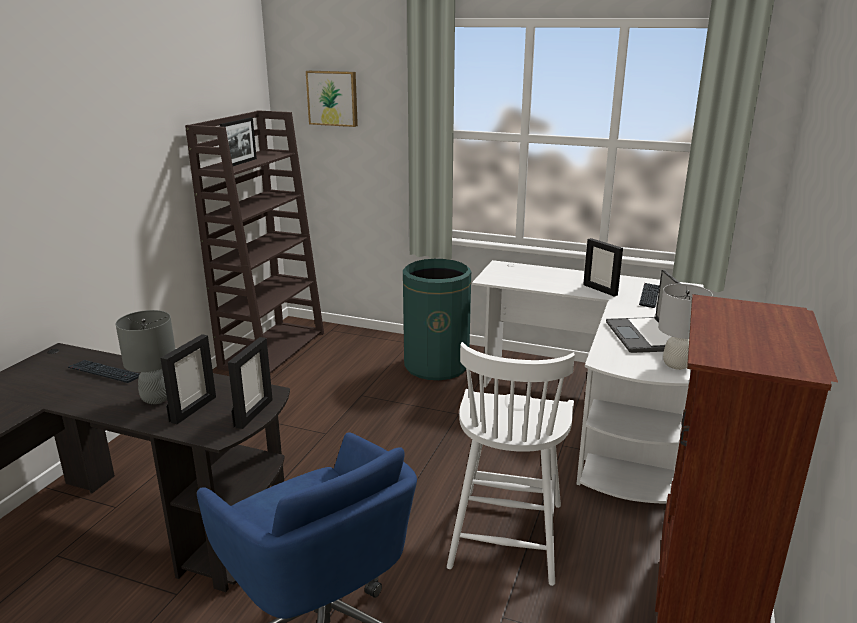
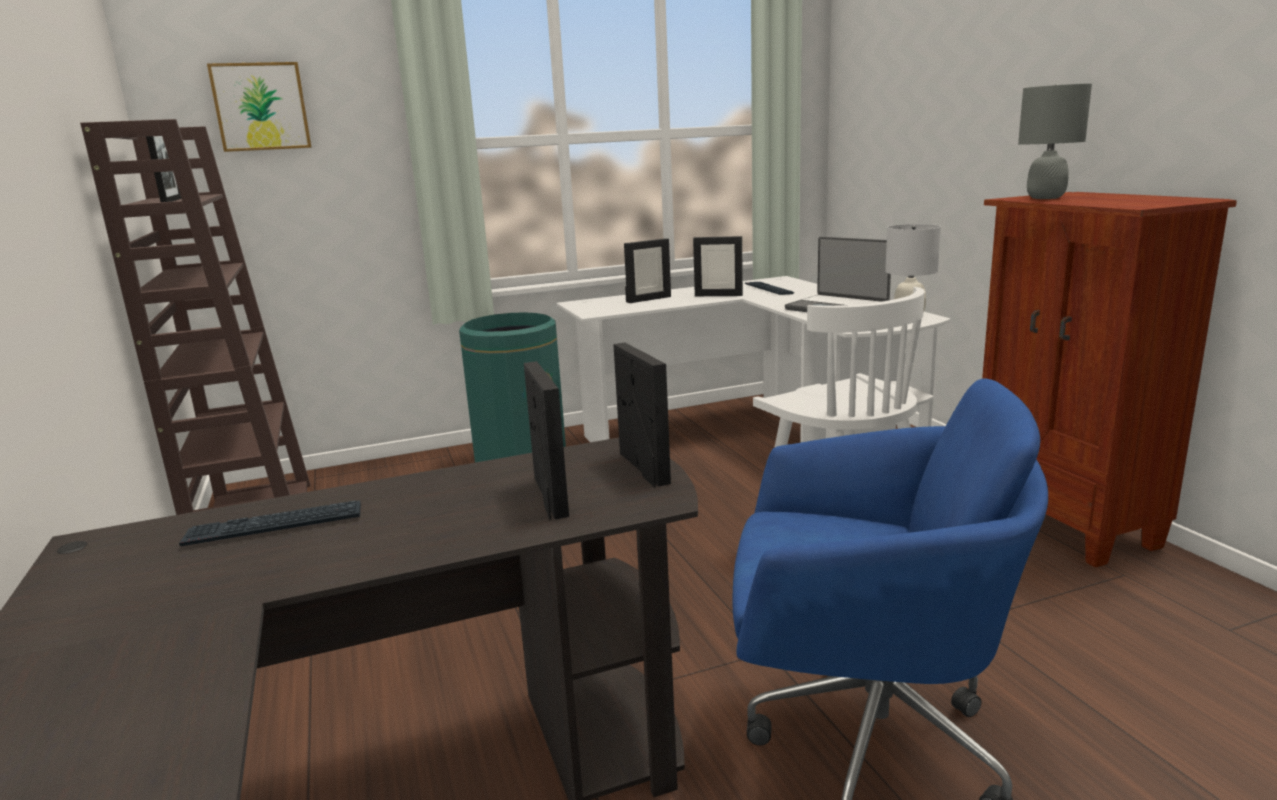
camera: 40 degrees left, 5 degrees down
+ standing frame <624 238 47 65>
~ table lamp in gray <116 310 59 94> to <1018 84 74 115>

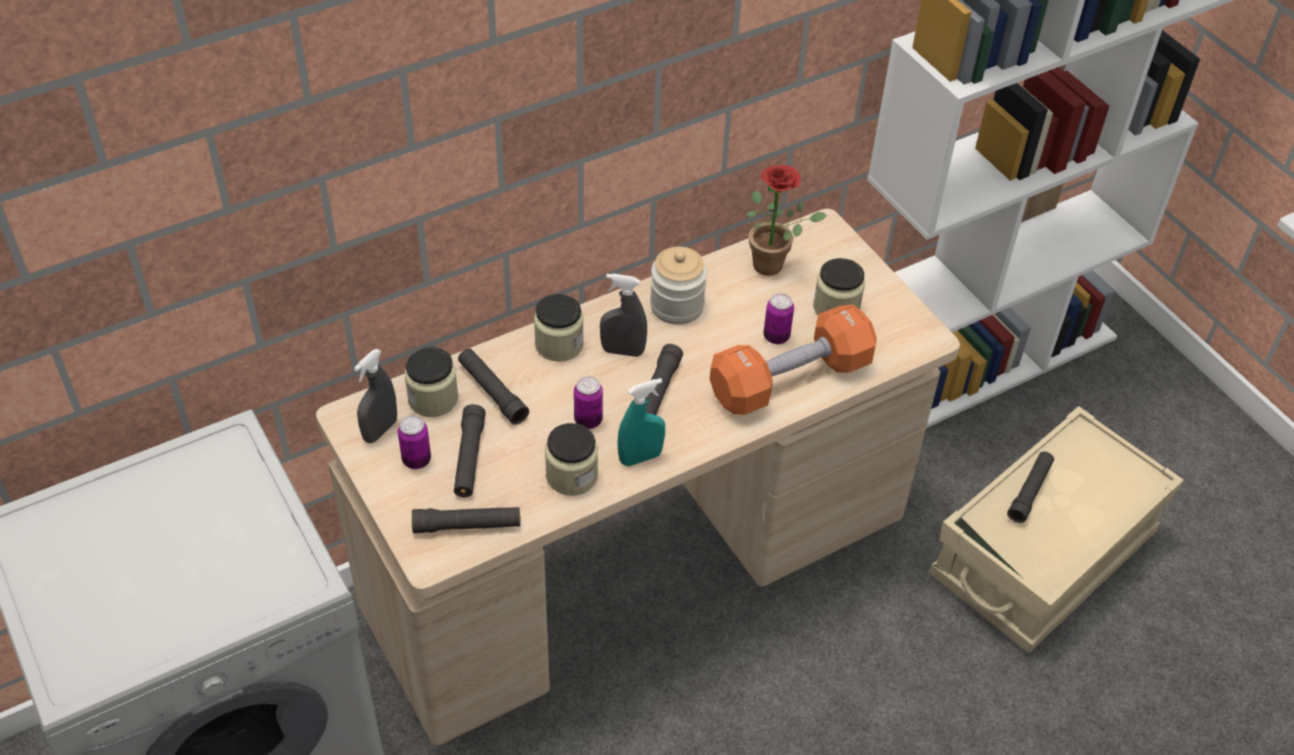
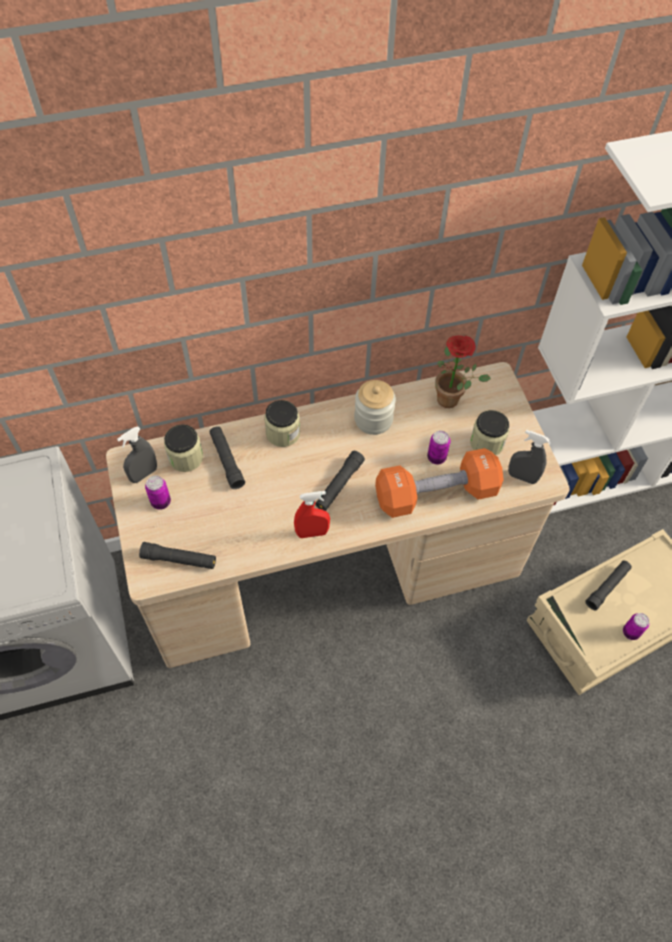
camera: 15 degrees right, 10 degrees up
- flashlight in black <454 404 32 93>
- storage jar <545 423 53 73>
~ metal can <574 376 29 53> to <623 613 26 27>
~ hand sprayer in gray <600 274 47 83> to <508 430 42 54>
~ hand sprayer in blue-green <617 378 48 88> to hand sprayer in reddish <294 491 36 47>

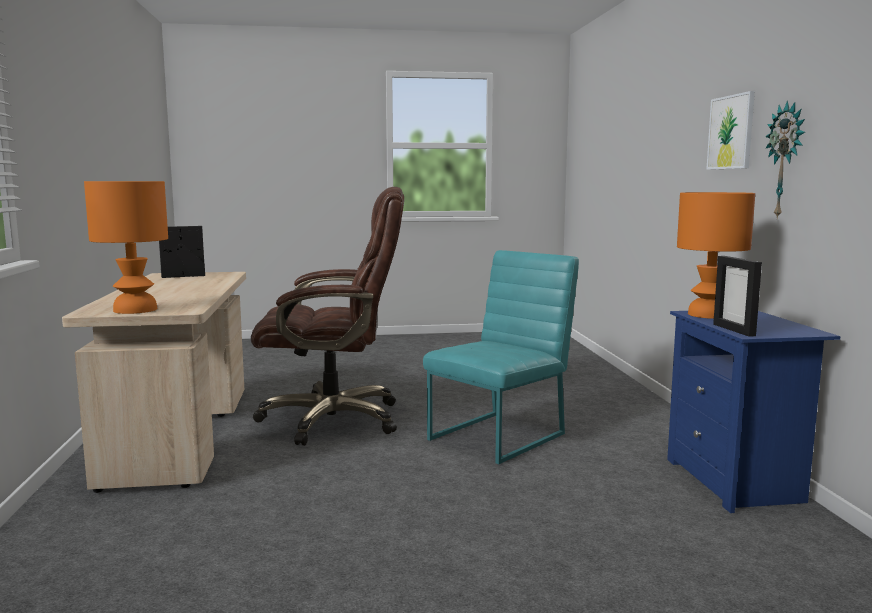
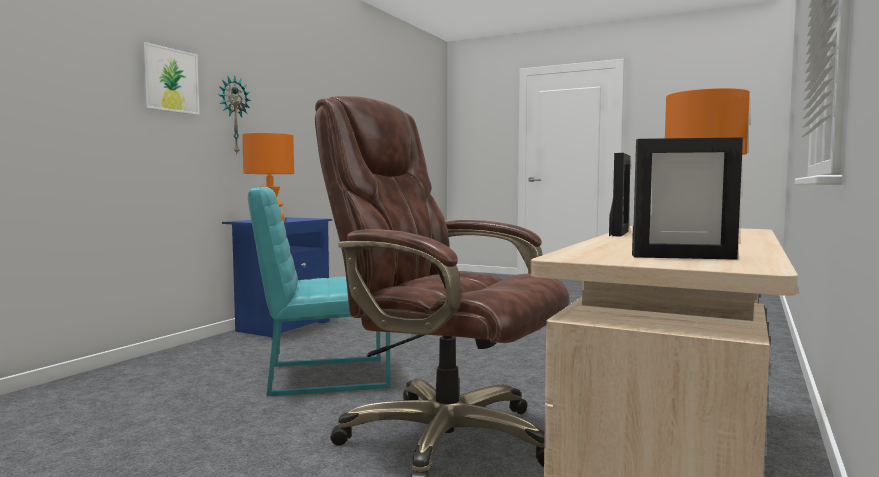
camera: 145 degrees left, 5 degrees down
~ standing frame <713 256 49 81> to <609 153 22 84>

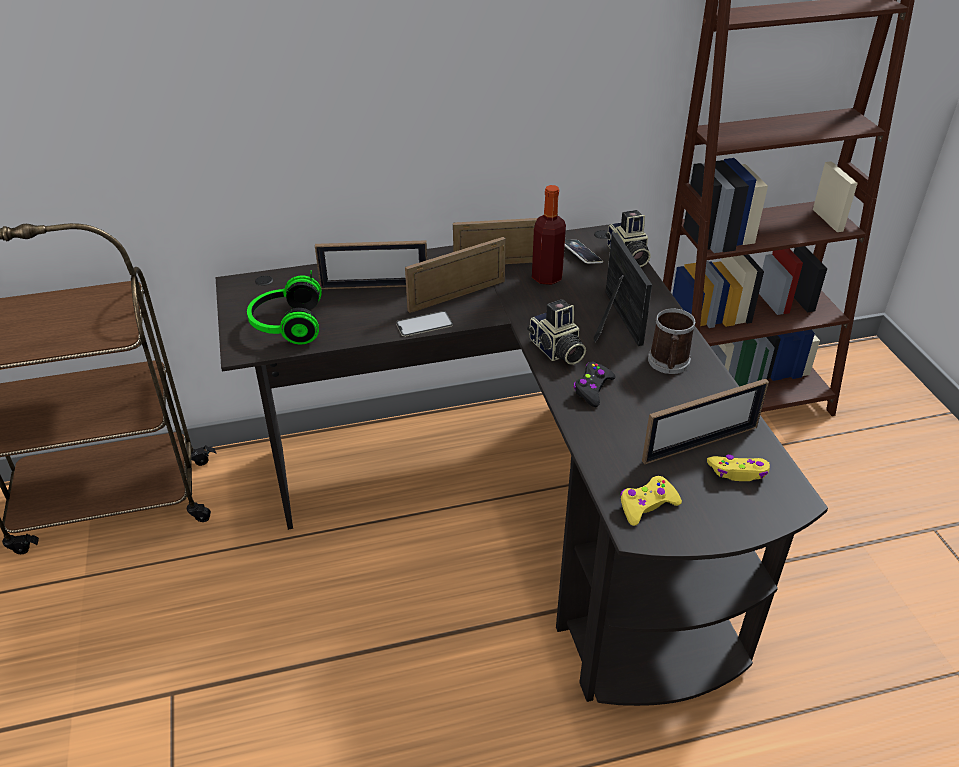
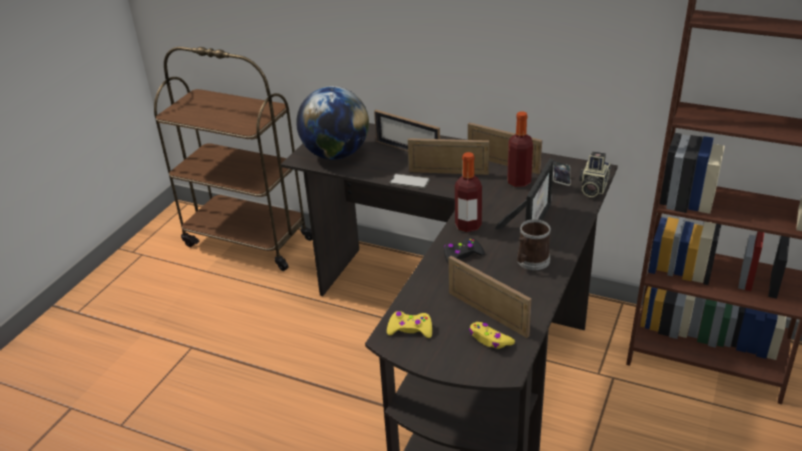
camera: 40 degrees right, 5 degrees down
~ pair of headphones <247 270 75 74> to globe <296 86 73 74>
~ still camera <527 299 59 66> to beverage bottle <455 152 27 80>
~ standing frame <642 379 127 85> = <449 256 83 82> 150 degrees counterclockwise

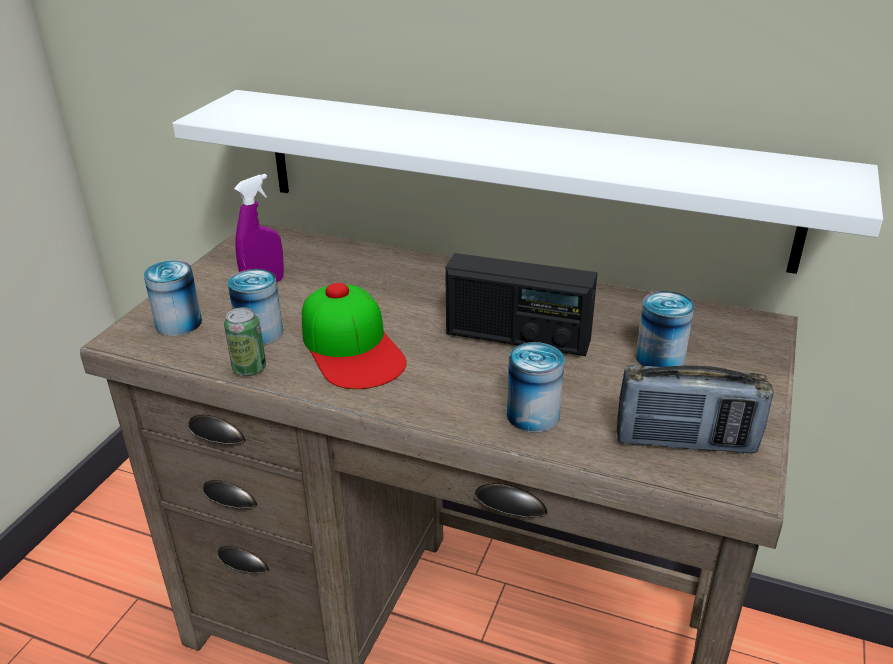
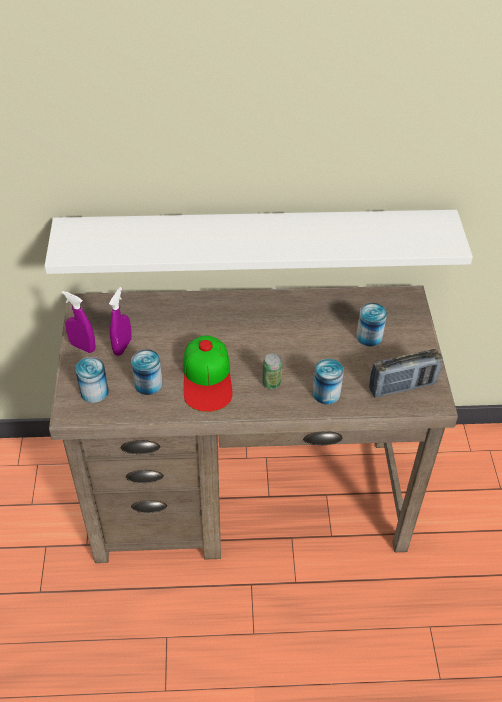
camera: 25 degrees left, 15 degrees up
- radio set <445 253 152 103>
+ hand sprayer in purple <62 291 33 62>
~ metal can <224 307 42 69> to <262 353 20 36>
~ cap <302 283 104 106> = <183 335 50 77> 45 degrees clockwise

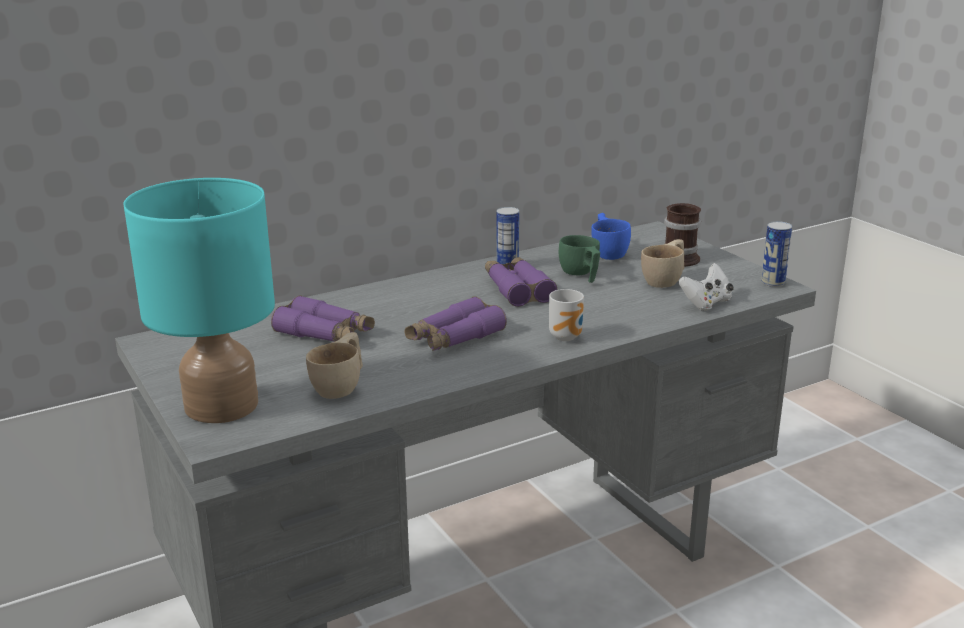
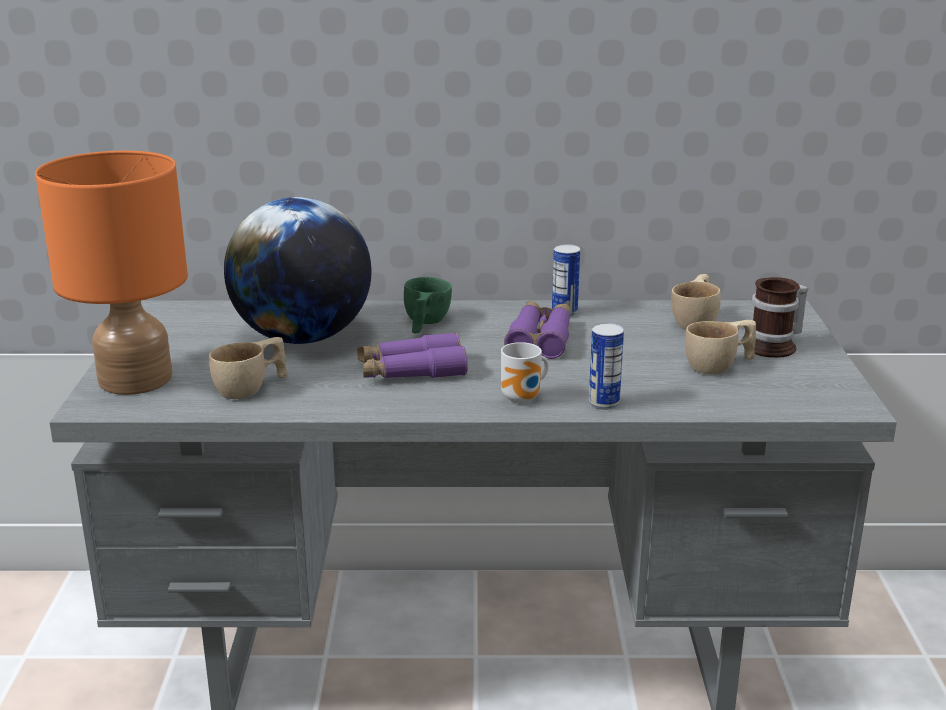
camera: 30 degrees right, 0 degrees up
- game controller in white-coloured <679 263 54 48>
~ cup in greenish <559 235 41 48> to <404 277 48 57>
~ metal can <761 221 31 66> to <589 323 35 87>
~ field glasses in purple <271 295 104 47> to globe <224 197 148 147>
~ table lamp in blue-green <123 178 152 245> to table lamp in orange <35 151 153 244>
~ cup in blue <591 213 40 47> to cup in beige-coloured <671 274 50 56>

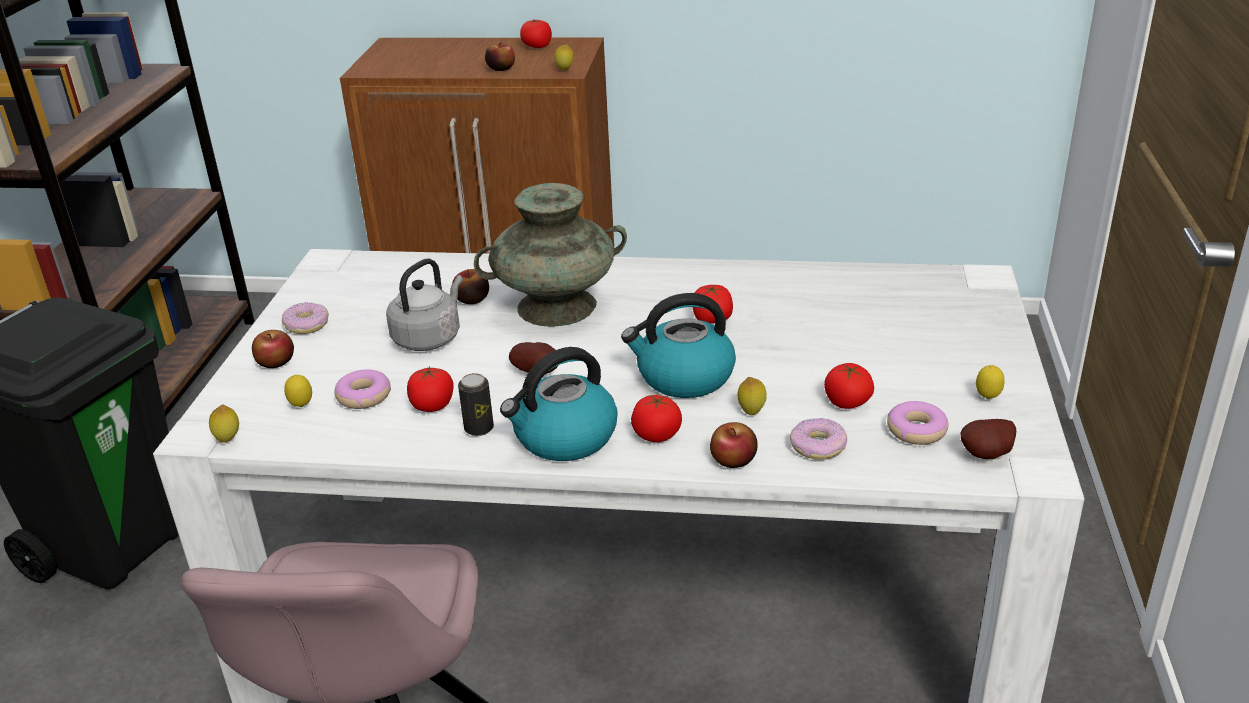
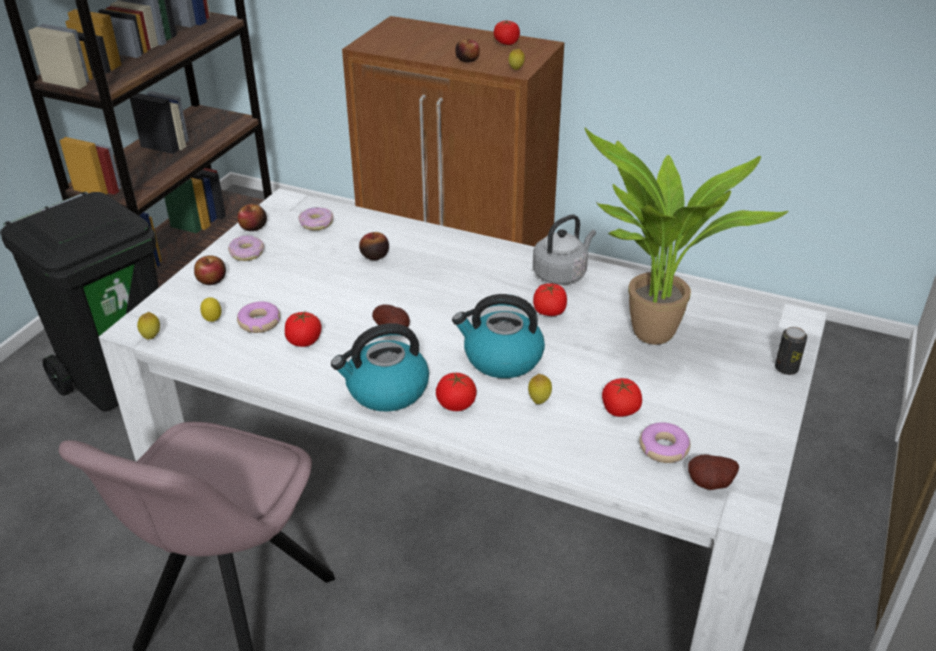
camera: 15 degrees right, 5 degrees up
- flower vase in blue-green <474 183 153 143>
- whole lemon <976 365 29 34>
+ plant in a pot <585 128 203 217>
~ tea kettle in gray <386 258 77 93> to <533 215 63 70>
~ metal can <458 373 36 63> to <775 327 32 48>
~ apple <710 422 48 46> to <237 204 30 27>
~ ring doughnut <790 418 57 41> to <298 207 36 24>

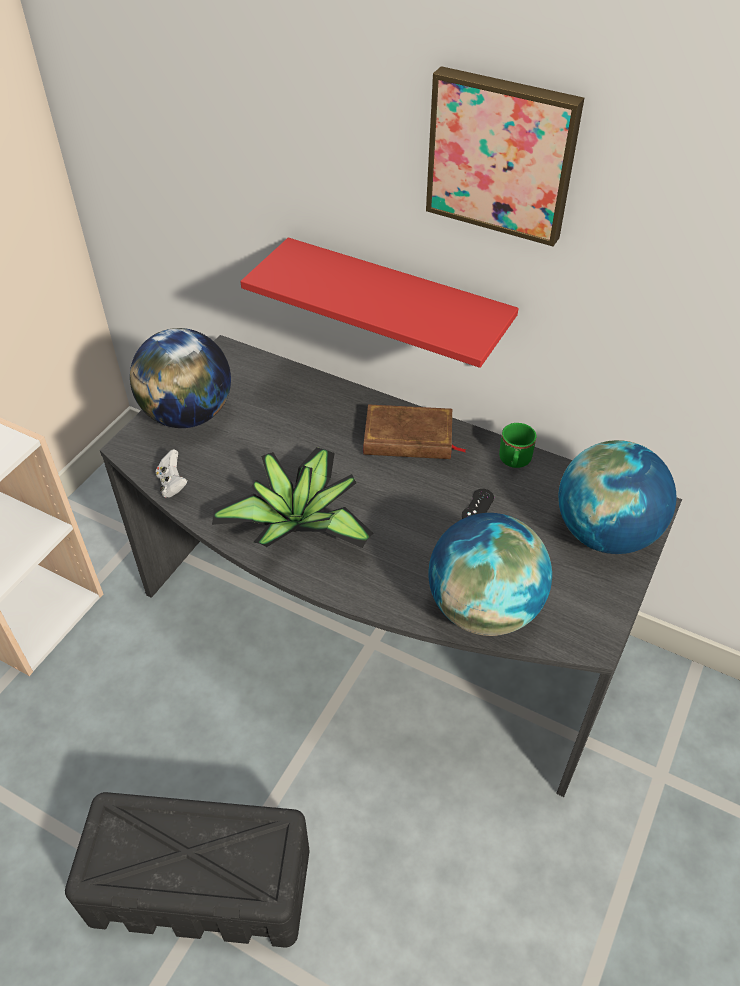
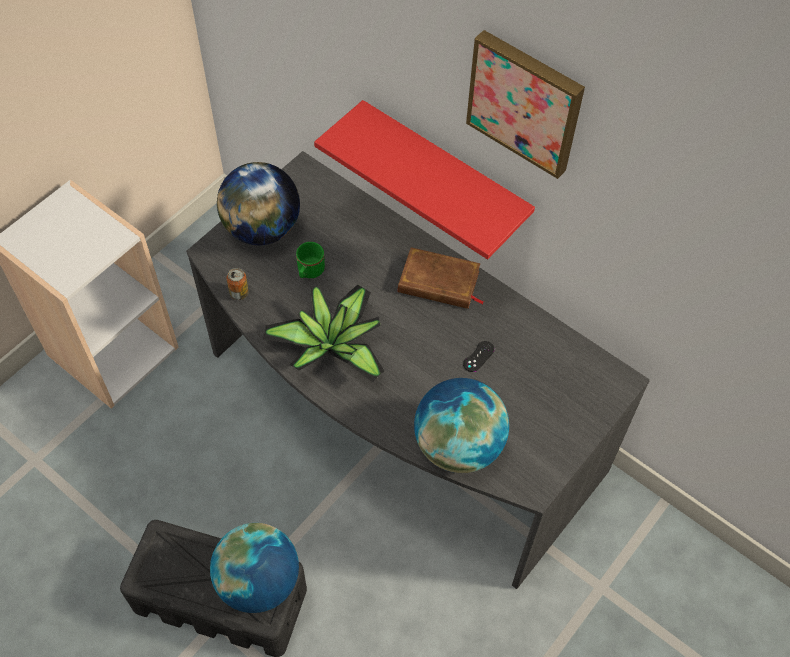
camera: 10 degrees right, 10 degrees up
~ coffee mug in greenish <499 423 37 45> to <296 242 29 36>
~ globe <558 440 118 114> to <210 523 89 90>
~ game controller in white-coloured <156 449 32 49> to metal can <227 268 22 32>

